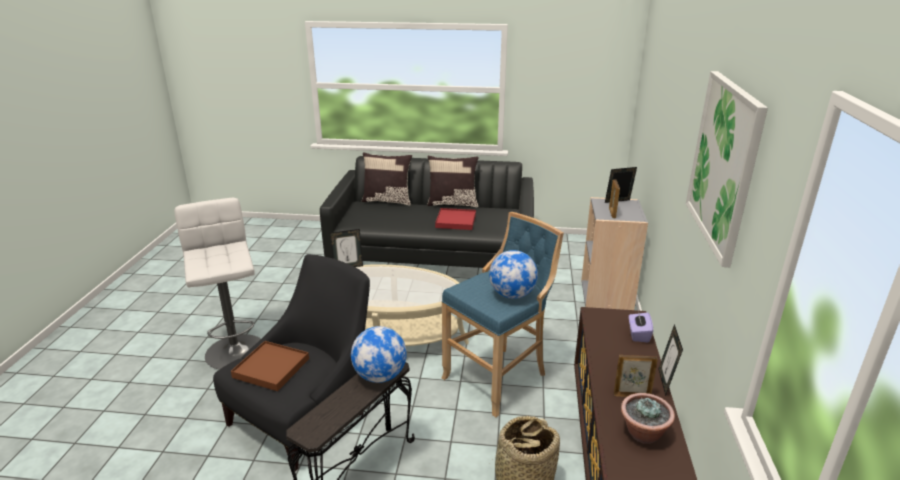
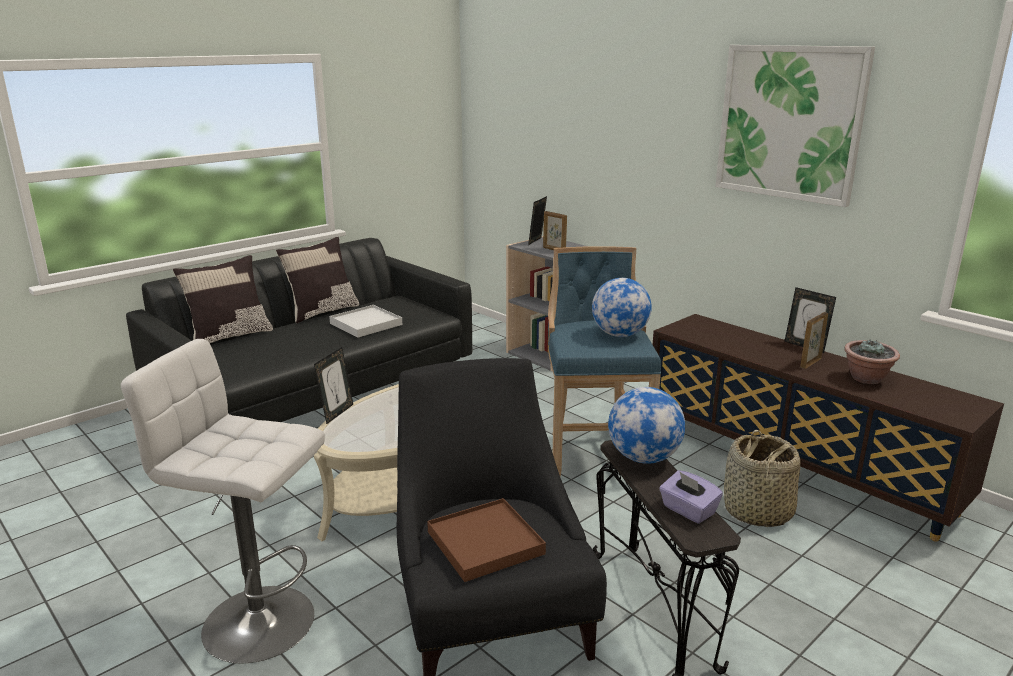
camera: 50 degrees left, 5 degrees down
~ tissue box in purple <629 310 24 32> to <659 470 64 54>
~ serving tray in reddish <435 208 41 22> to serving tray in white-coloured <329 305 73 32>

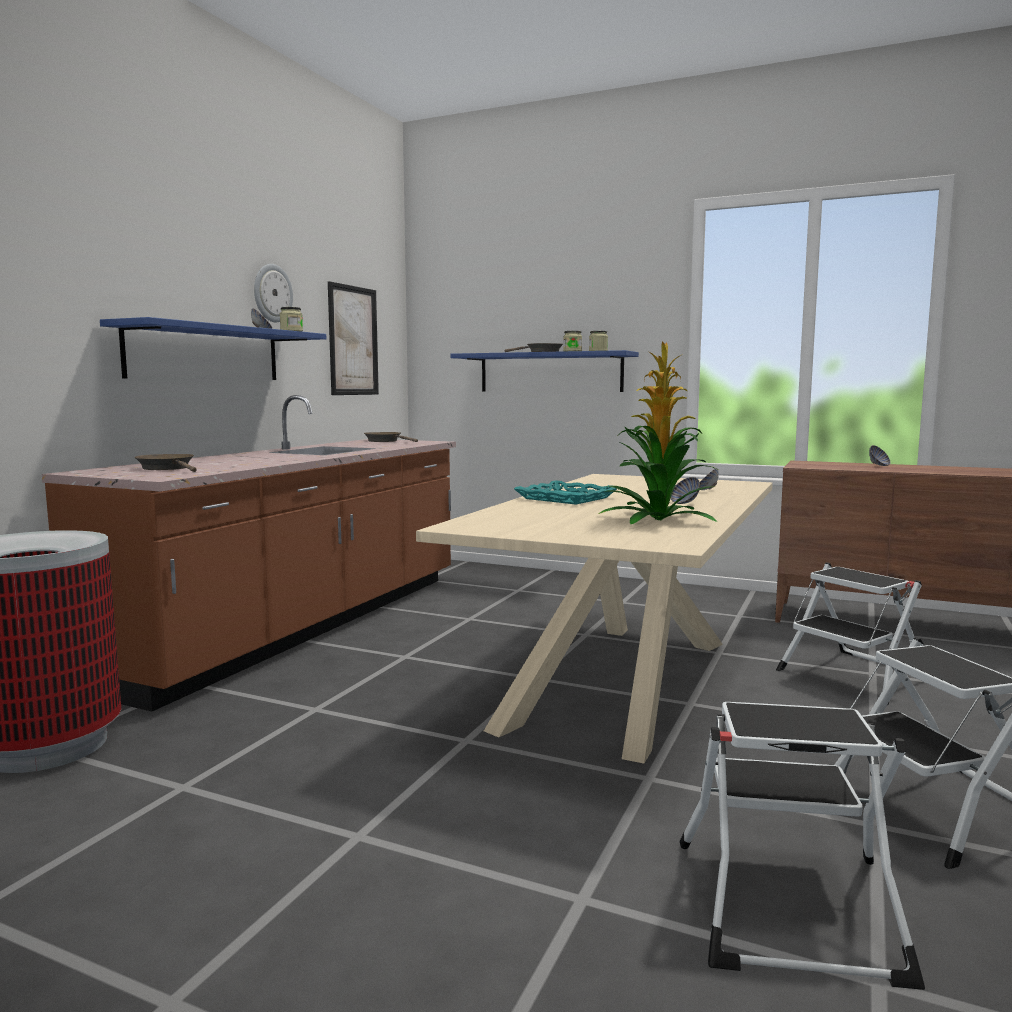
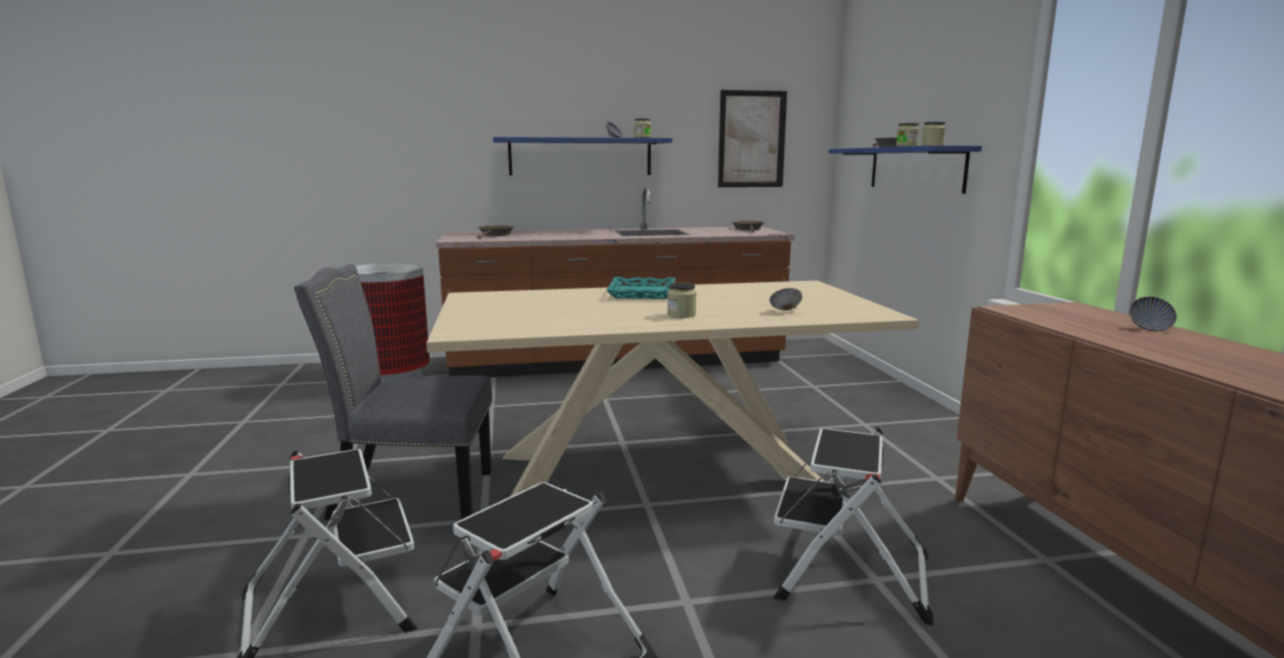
camera: 55 degrees right, 5 degrees up
- clock on the wall <254 264 39 58>
- plant in a pot <599 341 118 183>
+ plain chair in gray <294 264 199 257>
~ deep dish <671 477 29 27> to storage jar <667 283 29 35>

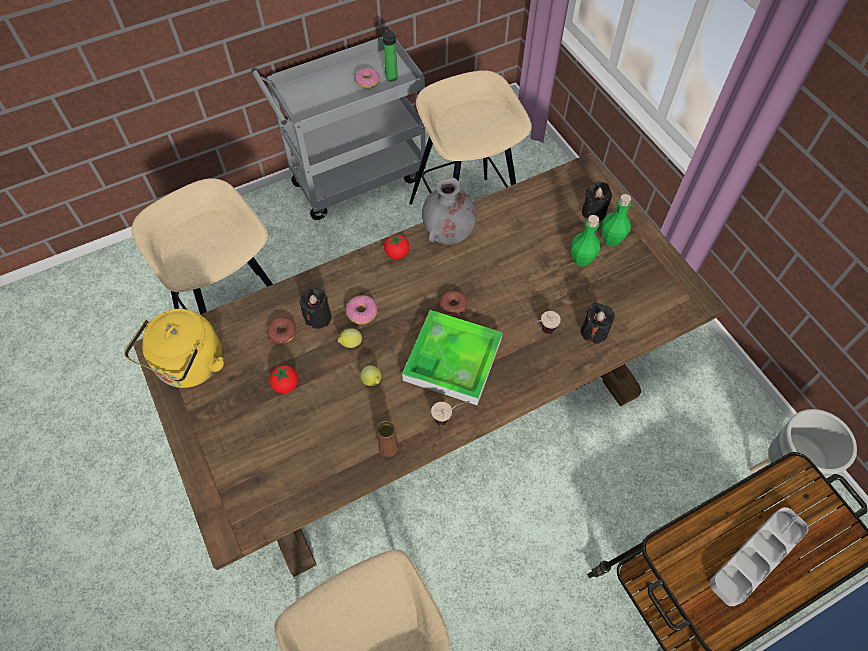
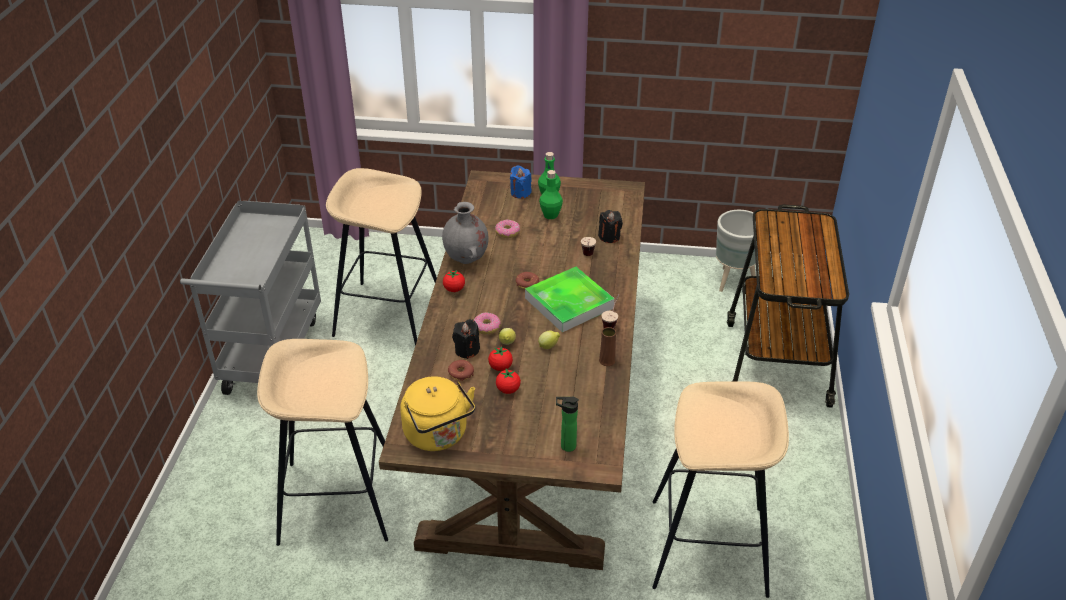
camera: 55 degrees left, 20 degrees down
- serving tray in gray <710 507 98 99>
+ tomato <488 346 25 25>
~ ring doughnut <354 68 26 21> to <495 220 25 18>
~ beverage bottle <380 27 18 54> to <556 397 23 55>
~ wax candle in black <582 181 30 40> to wax candle in blue <510 165 22 34>

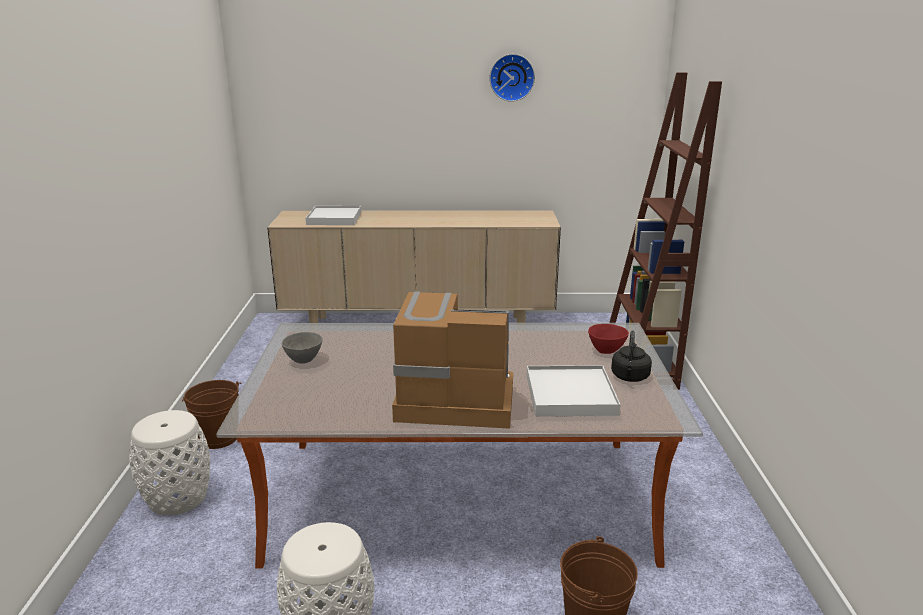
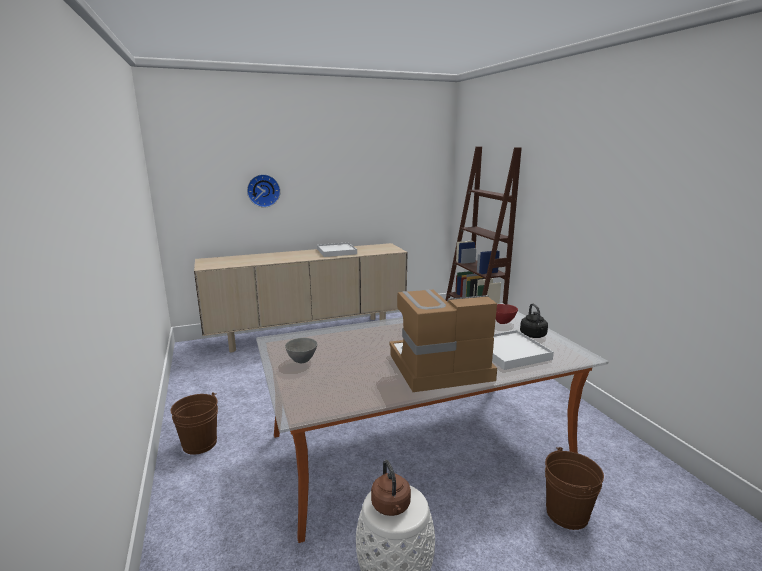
camera: 20 degrees left, 5 degrees down
- stool in white-coloured <129 410 81 106>
+ tea kettle in brown-coloured <371 460 40 56>
~ serving tray in white-coloured <305 206 56 19> to <317 242 40 15>
~ clock on the wall <489 54 46 48> to <247 174 33 33>

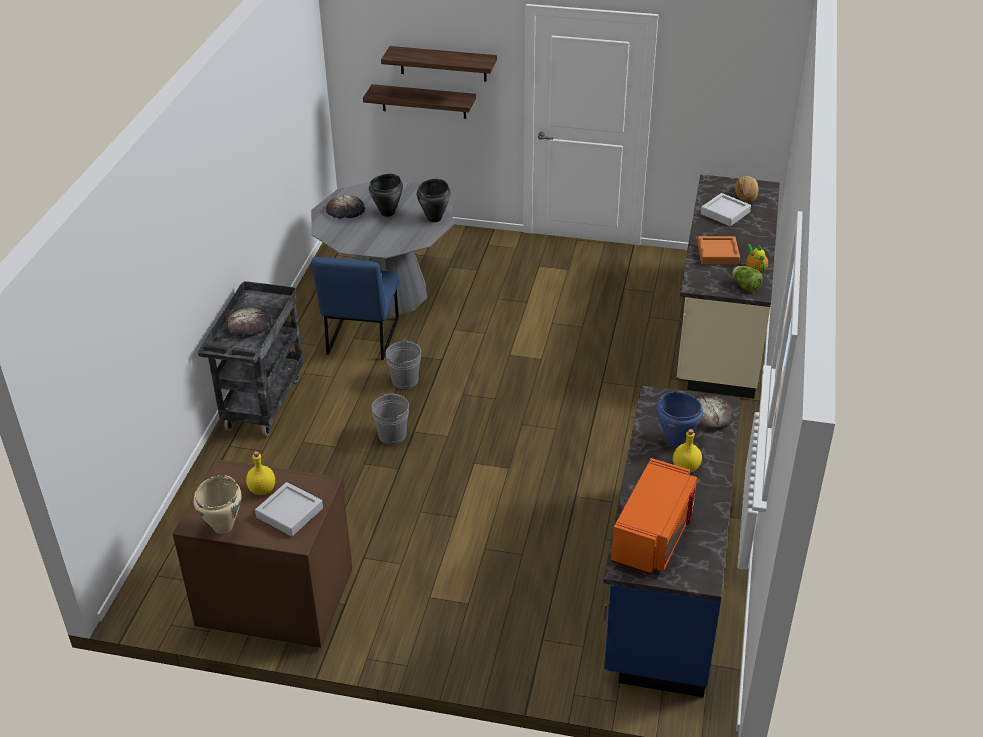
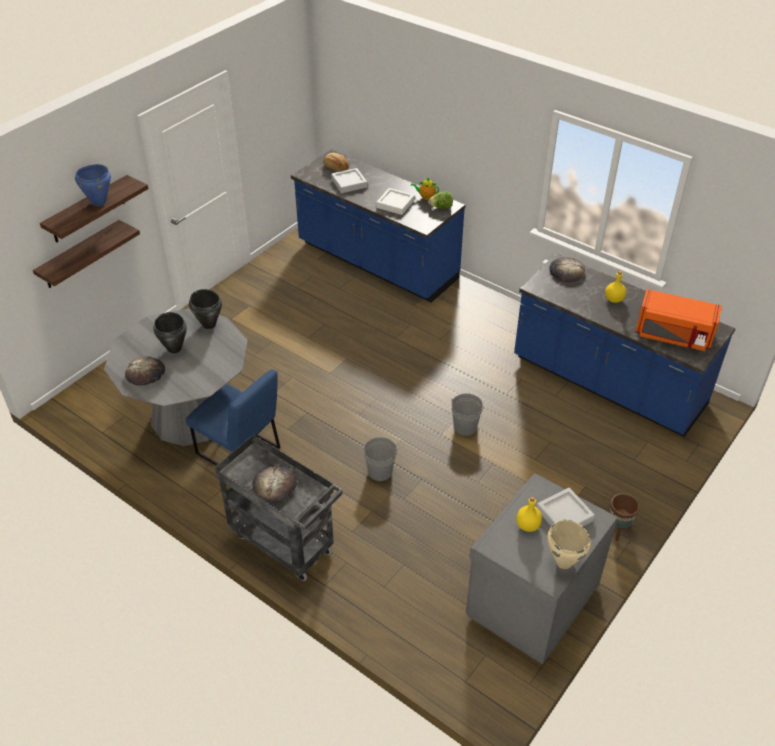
camera: 65 degrees left, 5 degrees up
+ flower pot in brown-coloured <610 493 30 48>
~ bucket in gray <386 339 35 50> to <451 393 34 43>
~ cooking pot in blue <656 392 47 54> to <75 164 36 42>
~ laundry appliance in brown-coloured <173 459 179 189> to laundry appliance in gray <466 473 152 191>
~ kitchen counter in beige-coloured <677 175 103 224> to kitchen counter in blue <291 149 174 153>
~ serving tray in orange <697 236 43 28> to serving tray in white-coloured <376 188 39 27>
~ microwave in orange <611 458 86 116> = <636 289 86 62> 150 degrees clockwise

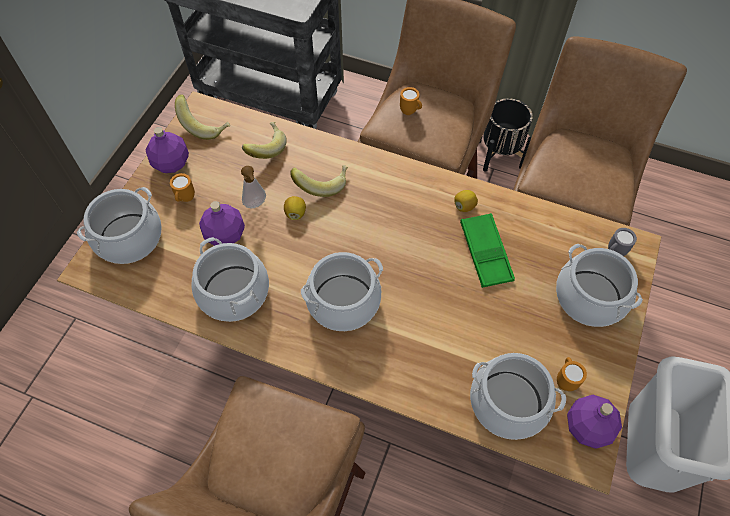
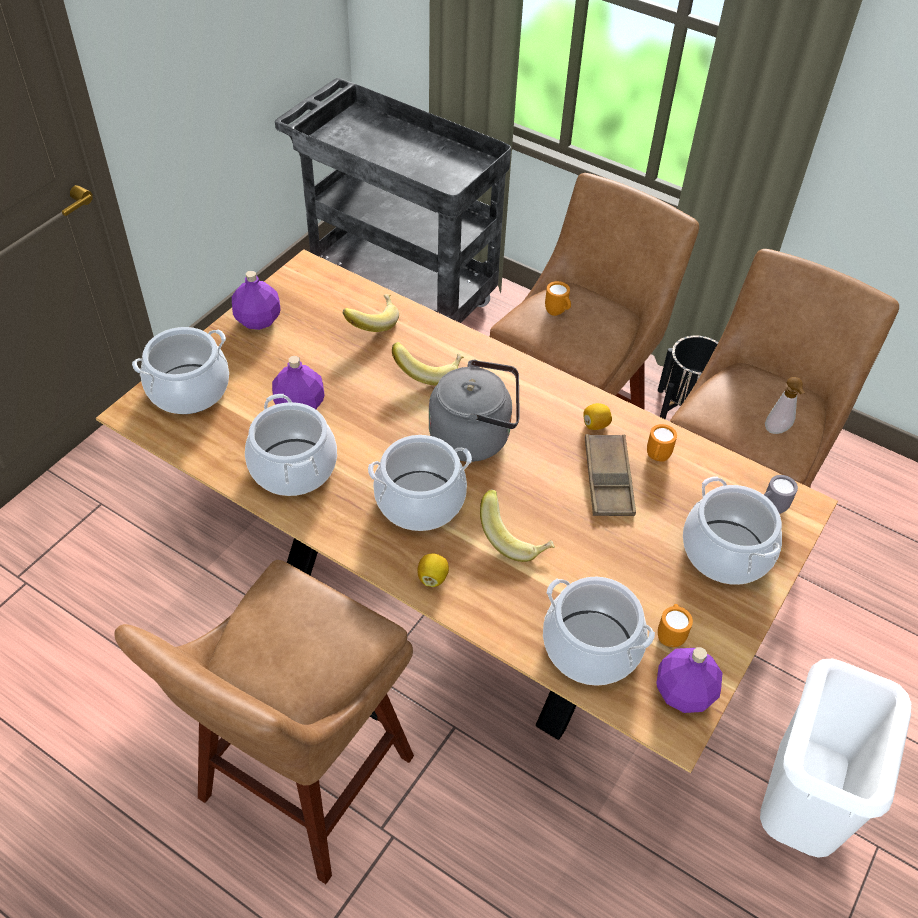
camera: 10 degrees right, 10 degrees down
+ tea kettle in gray <429 360 91 102>
~ coffee mug in orange <170 173 25 29> to <647 424 30 38>
~ whole banana <175 94 55 46> to <480 490 75 72>
~ soap dispenser <241 166 25 43> to <765 377 40 57>
~ whole lemon <284 196 22 24> to <418 553 31 34>
~ serving tray in greenish <460 213 55 75> to serving tray in brown-coloured <585 434 51 82>

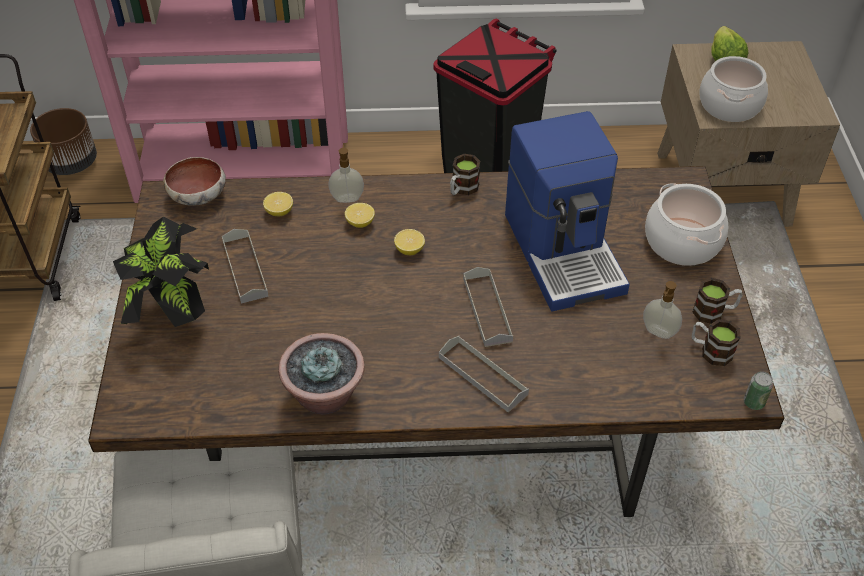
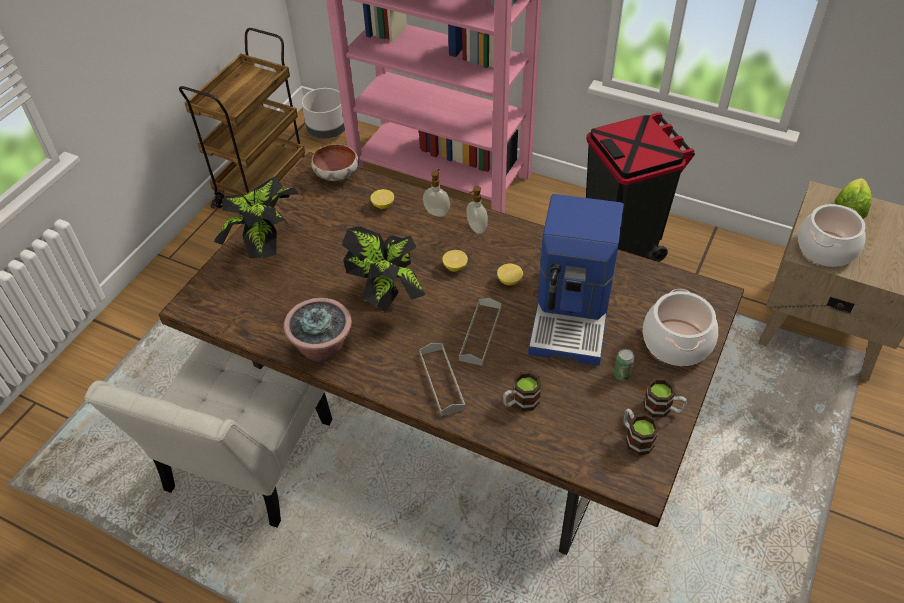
camera: 30 degrees right, 0 degrees up
- serving tray in gray <222 229 47 75>
+ plant in a pot <341 226 85 87>
~ whole lemon <345 203 30 25> to <497 264 26 21>
~ coffee mug <450 154 30 41> to <503 371 38 40>
~ soap dispenser <643 281 39 58> to <466 186 22 48>
~ metal can <744 371 29 39> to <614 349 21 32>
~ flower pot in brown-coloured <30 108 67 67> to flower pot in gray <301 88 44 51>

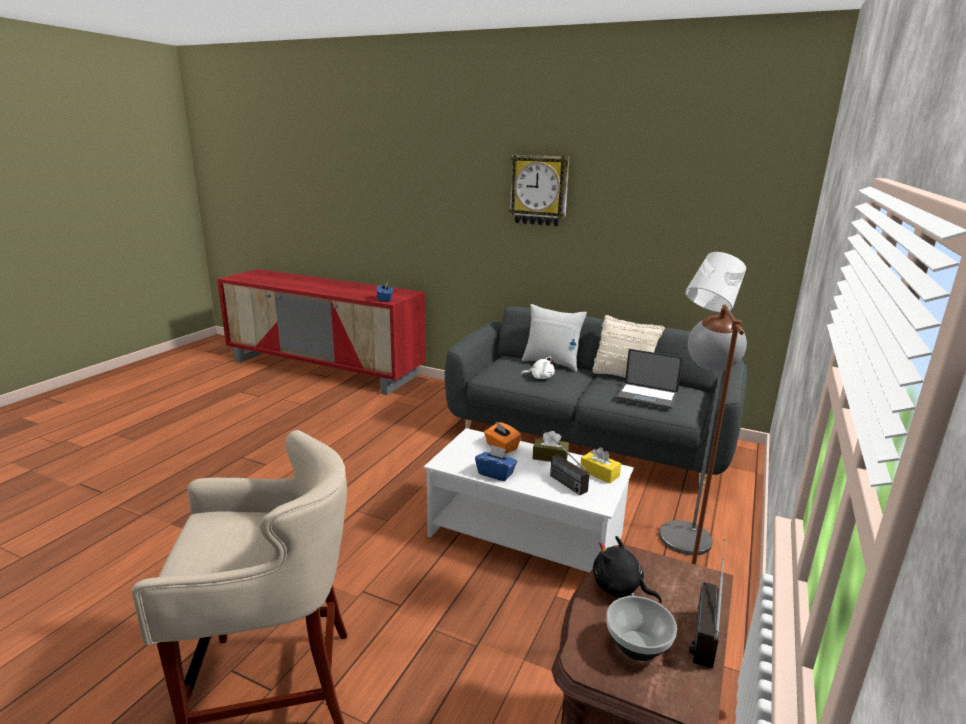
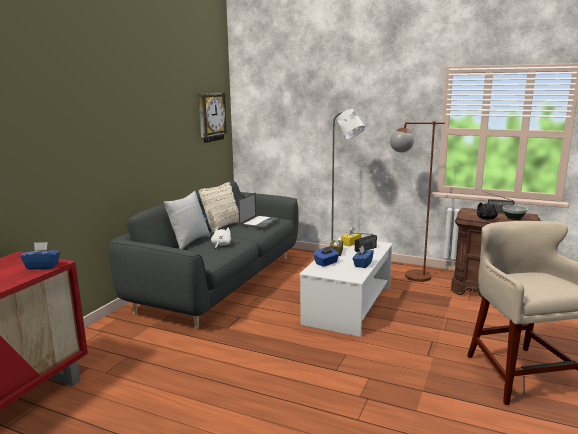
camera: 90 degrees left, 5 degrees down
~ clock on the wall <509 155 61 71> to <199 93 29 50>
~ tissue box in orange <484 421 37 33> to tissue box in blue <313 246 27 21>

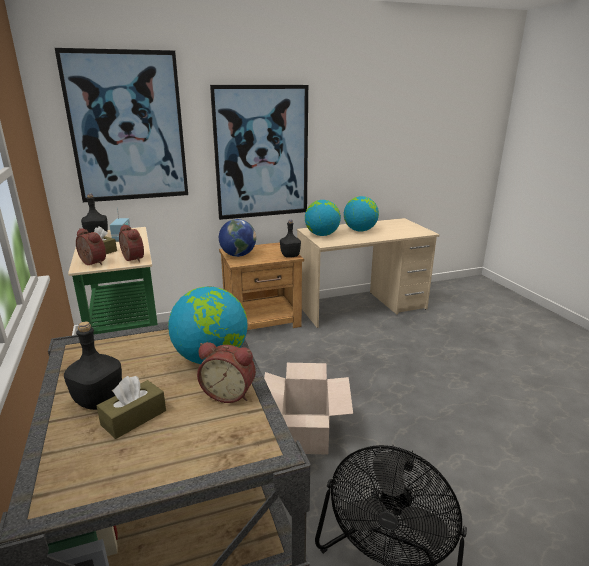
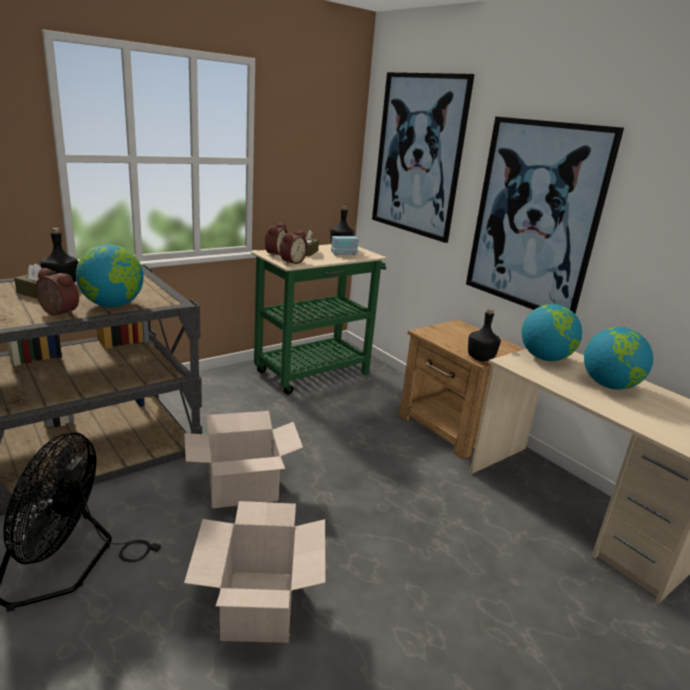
camera: 70 degrees right, 0 degrees up
- globe <219 219 37 38>
+ carton <184 501 141 142>
~ alarm clock <197 342 59 61> = <36 268 43 48> 120 degrees clockwise

